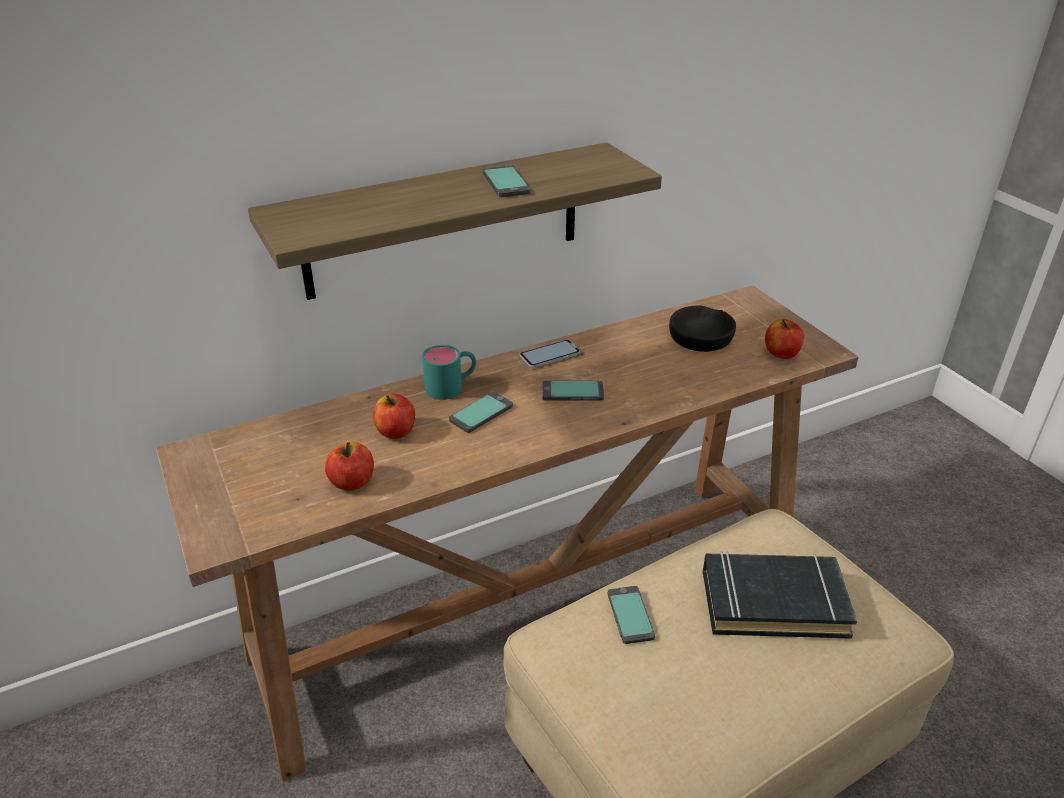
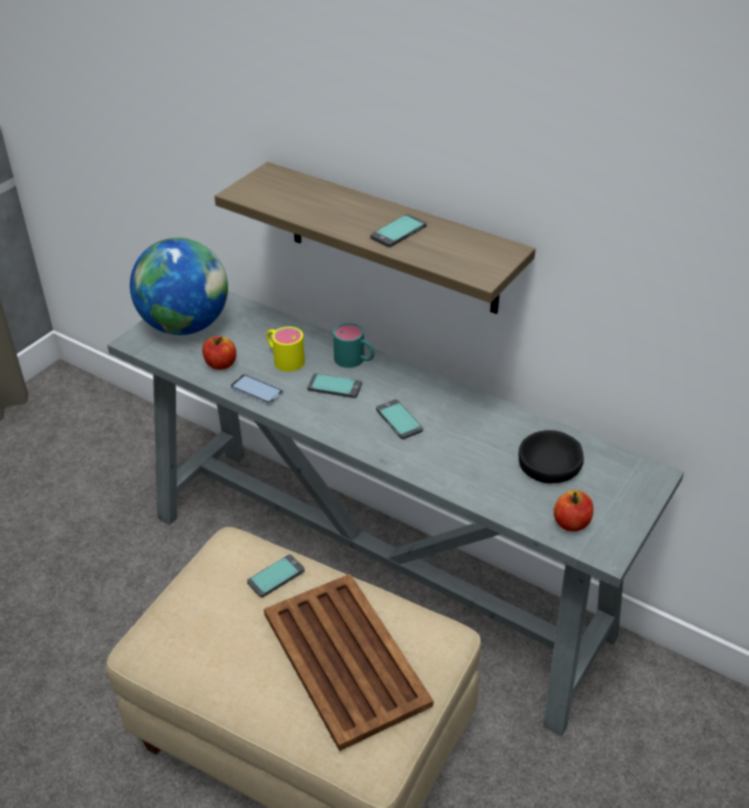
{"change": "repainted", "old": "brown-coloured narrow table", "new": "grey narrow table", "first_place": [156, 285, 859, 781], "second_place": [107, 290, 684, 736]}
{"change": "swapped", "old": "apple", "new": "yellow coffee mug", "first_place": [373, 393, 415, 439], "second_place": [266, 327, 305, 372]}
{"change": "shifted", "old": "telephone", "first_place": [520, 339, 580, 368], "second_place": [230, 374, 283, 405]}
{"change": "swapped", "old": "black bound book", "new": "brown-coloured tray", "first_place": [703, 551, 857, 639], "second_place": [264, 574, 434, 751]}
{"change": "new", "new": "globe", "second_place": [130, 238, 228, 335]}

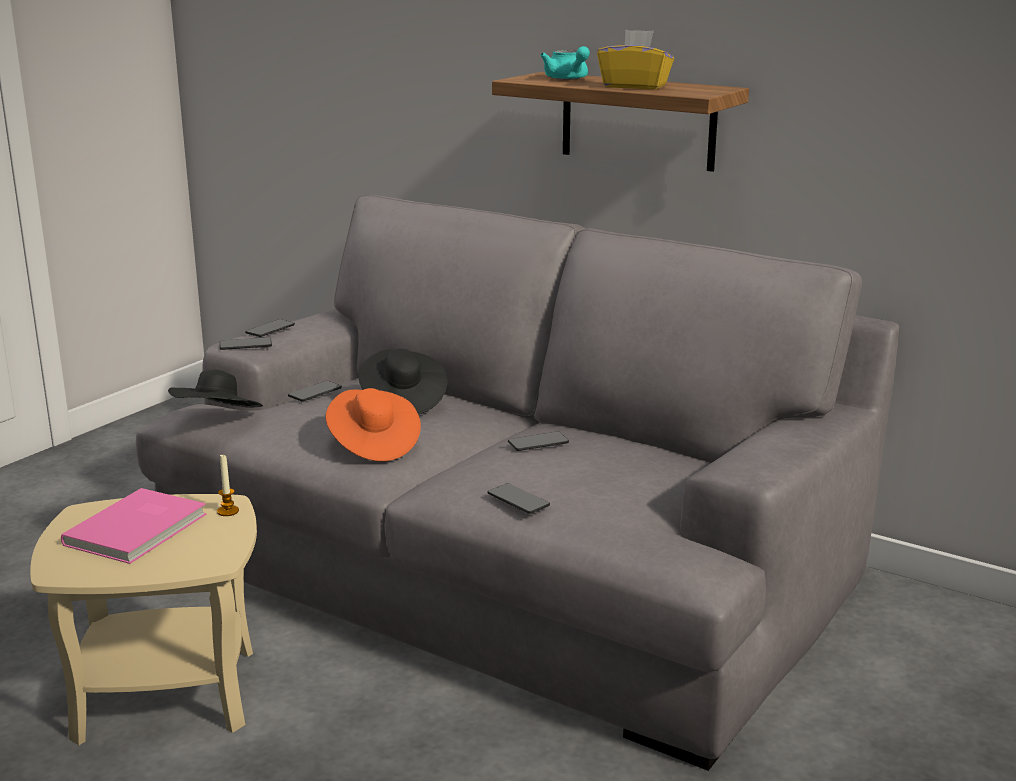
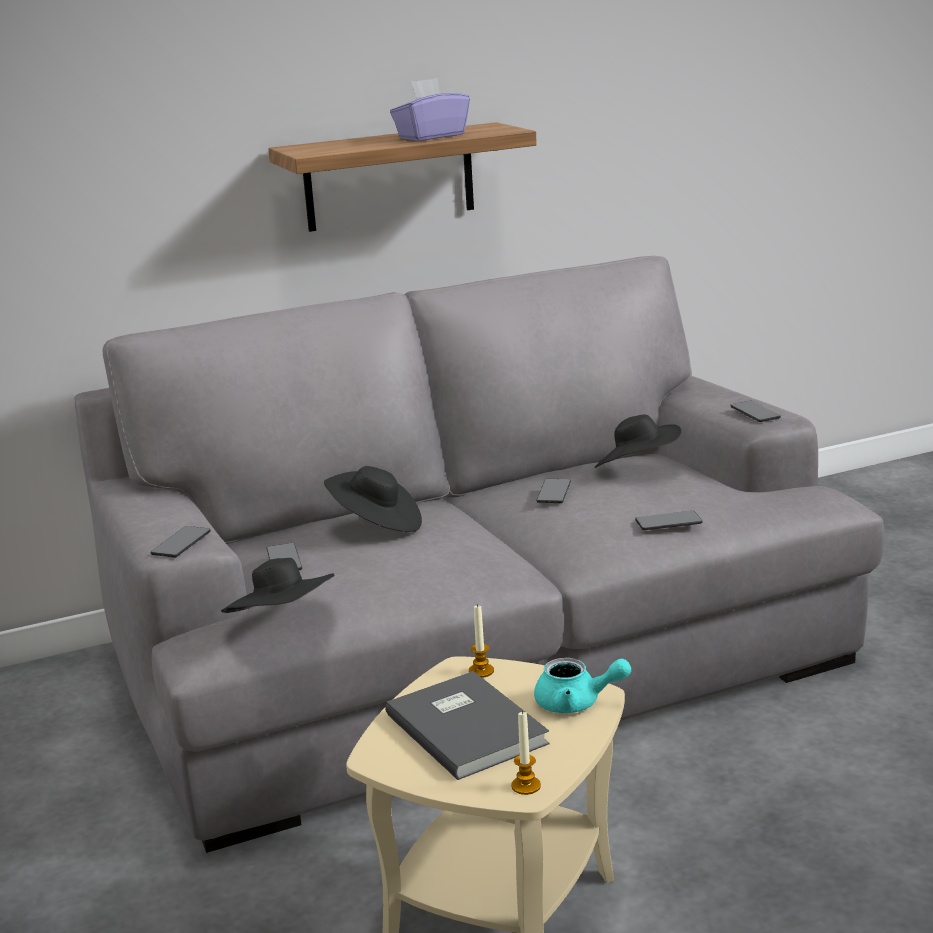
{"change": "repainted", "old": "pinkish bound book", "new": "grey bound book", "first_place": [61, 488, 207, 564], "second_place": [385, 671, 549, 780]}
{"change": "shifted", "old": "telephone", "first_place": [245, 319, 295, 337], "second_place": [730, 401, 781, 422]}
{"change": "gone", "old": "orange clothing hat", "first_place": [325, 388, 421, 462]}
{"change": "shifted", "old": "turquoise teapot", "first_place": [540, 46, 590, 80], "second_place": [534, 658, 631, 713]}
{"change": "repainted", "old": "yellow box of tissues", "new": "purple-coloured box of tissues", "first_place": [597, 30, 674, 89], "second_place": [390, 78, 470, 141]}
{"change": "new", "new": "wax light", "second_place": [511, 710, 541, 795]}
{"change": "new", "new": "black clothing hat", "second_place": [595, 415, 682, 468]}

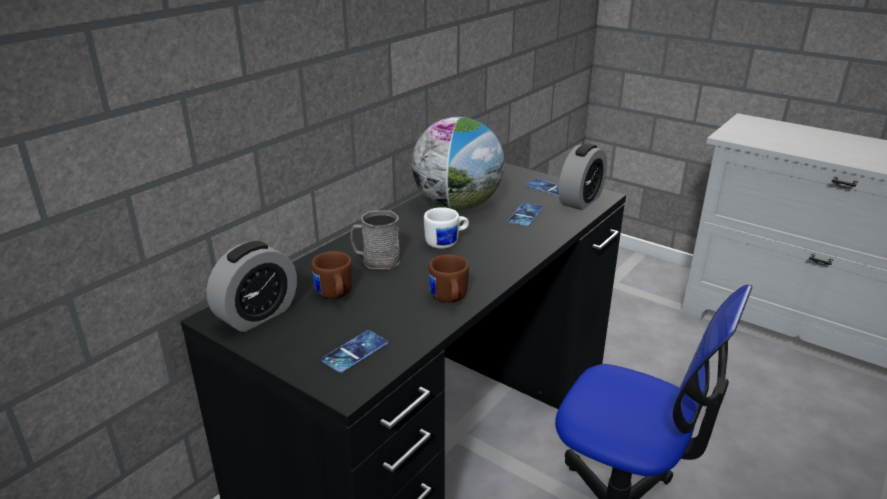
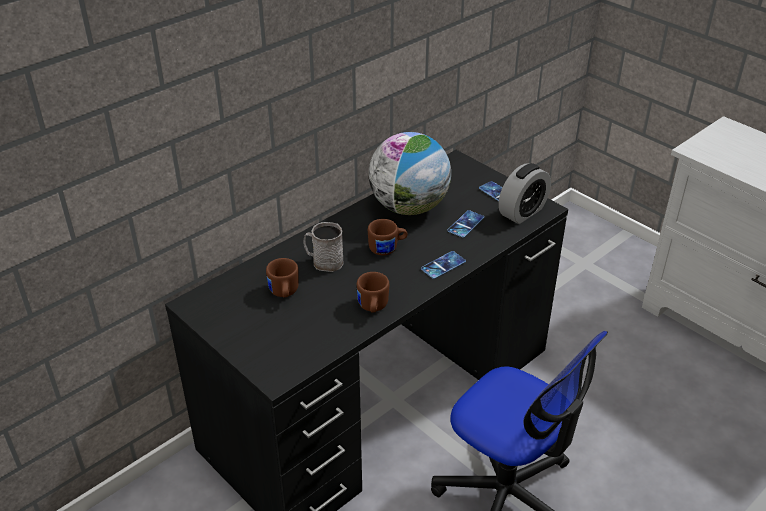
{"change": "gone", "old": "alarm clock", "first_place": [206, 241, 297, 332]}
{"change": "shifted", "old": "telephone", "first_place": [321, 330, 388, 373], "second_place": [421, 251, 466, 279]}
{"change": "repainted", "old": "white coffee mug", "new": "brown-coloured coffee mug", "first_place": [424, 207, 469, 249], "second_place": [368, 219, 408, 255]}

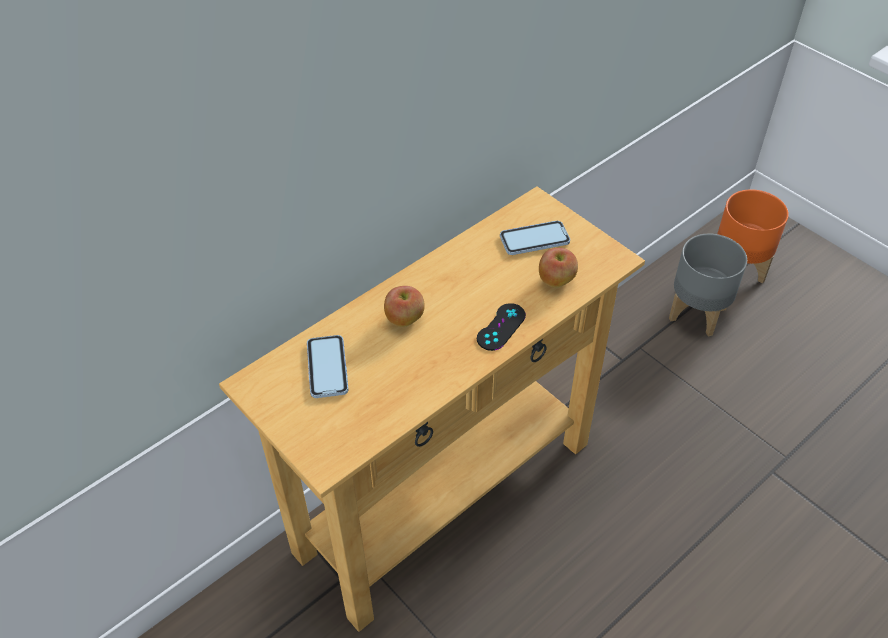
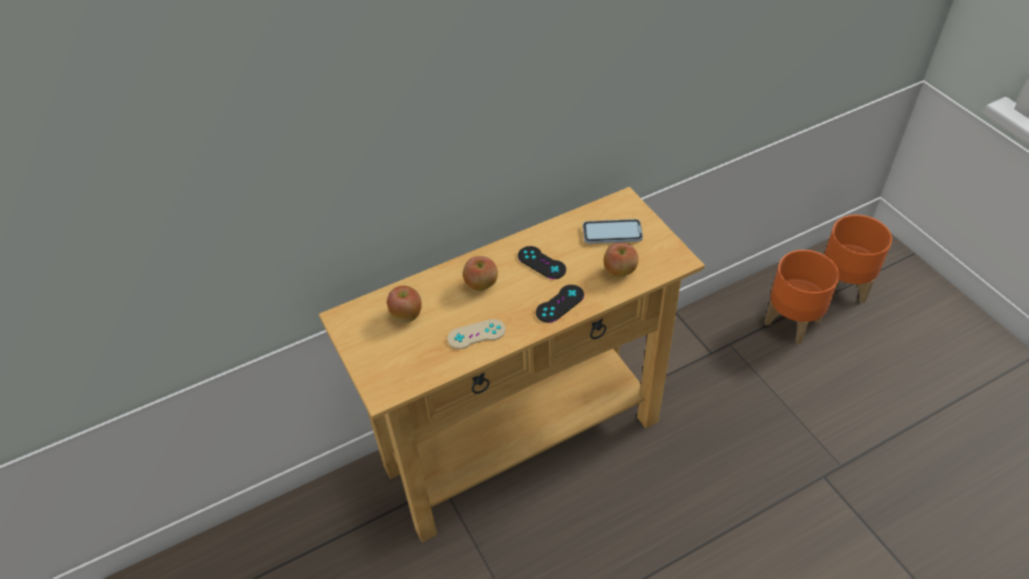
{"change": "swapped", "old": "telephone", "new": "apple", "first_place": [307, 335, 349, 398], "second_place": [387, 286, 422, 322]}
{"change": "repainted", "old": "grey plant pot", "new": "orange plant pot", "first_place": [669, 234, 747, 336], "second_place": [764, 250, 839, 344]}
{"change": "new", "new": "beige joypad", "second_place": [447, 319, 506, 349]}
{"change": "new", "new": "black joypad", "second_place": [518, 246, 566, 279]}

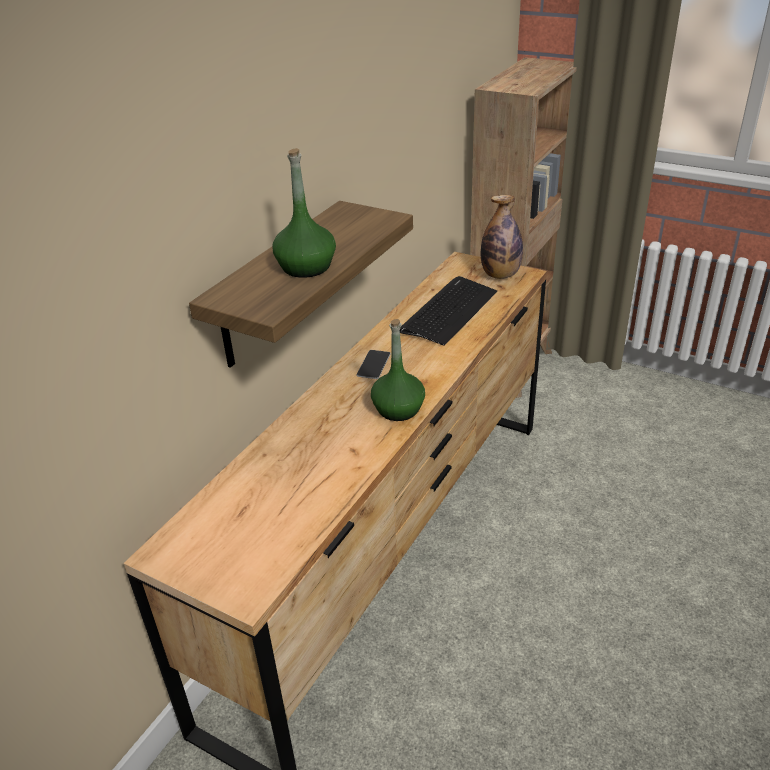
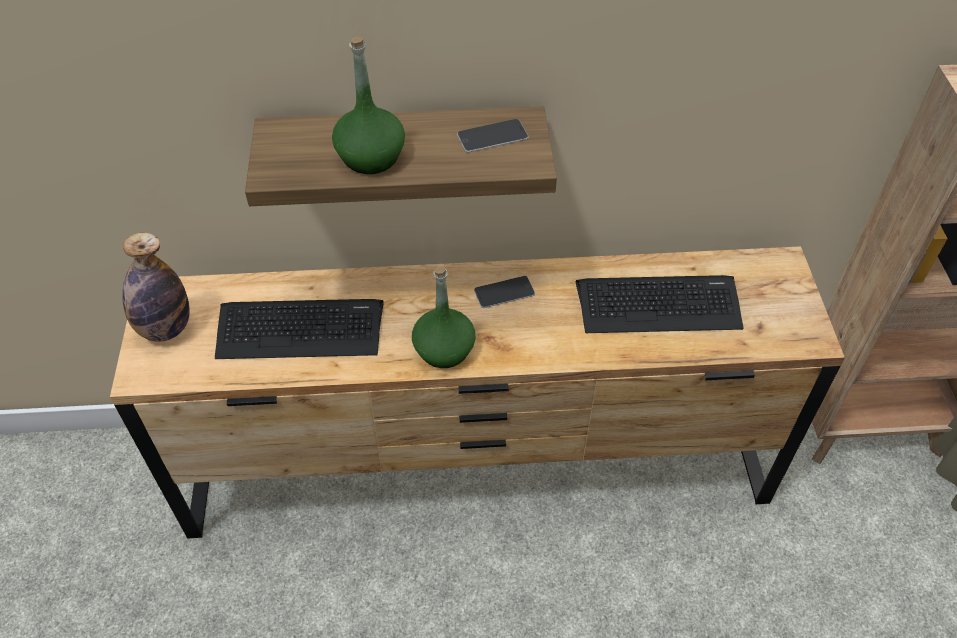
{"change": "shifted", "old": "beverage bottle", "first_place": [481, 195, 523, 279], "second_place": [122, 233, 190, 342]}
{"change": "new", "new": "PC keyboard", "second_place": [215, 299, 384, 359]}
{"change": "new", "new": "telephone", "second_place": [457, 119, 529, 152]}

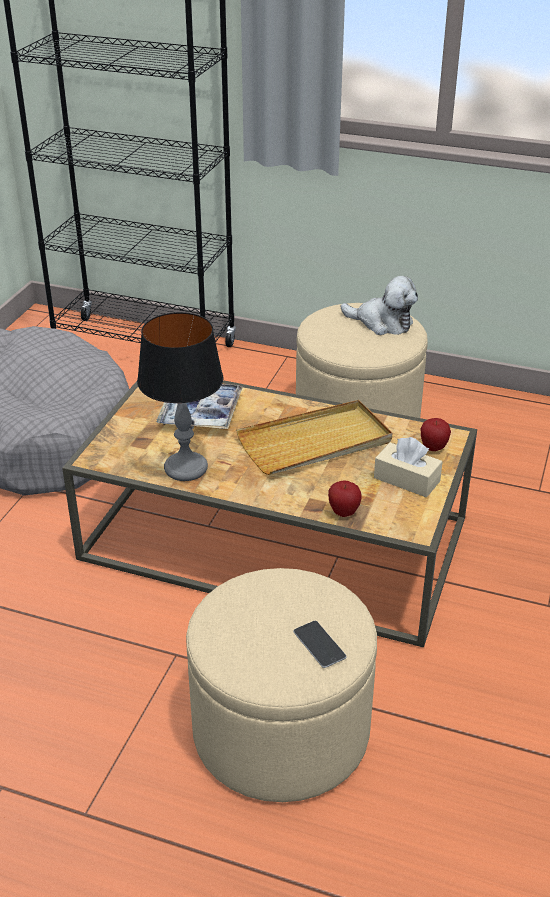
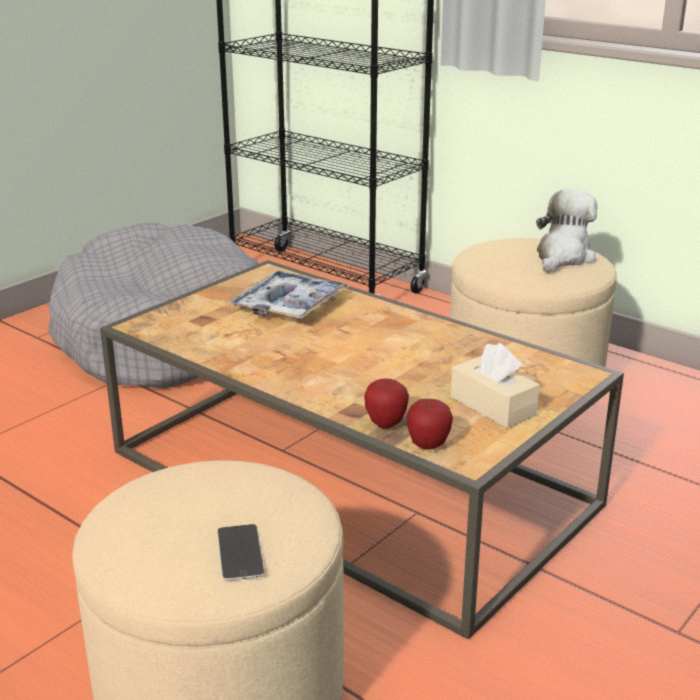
{"change": "gone", "old": "tabletop lamp", "first_place": [137, 312, 223, 481]}
{"change": "gone", "old": "beige tray", "first_place": [236, 400, 392, 475]}
{"change": "rotated", "old": "plush toy", "first_place": [341, 276, 418, 335], "second_place": [536, 189, 597, 273], "degrees": -105}
{"change": "shifted", "old": "apple", "first_place": [421, 418, 451, 451], "second_place": [406, 399, 453, 450]}

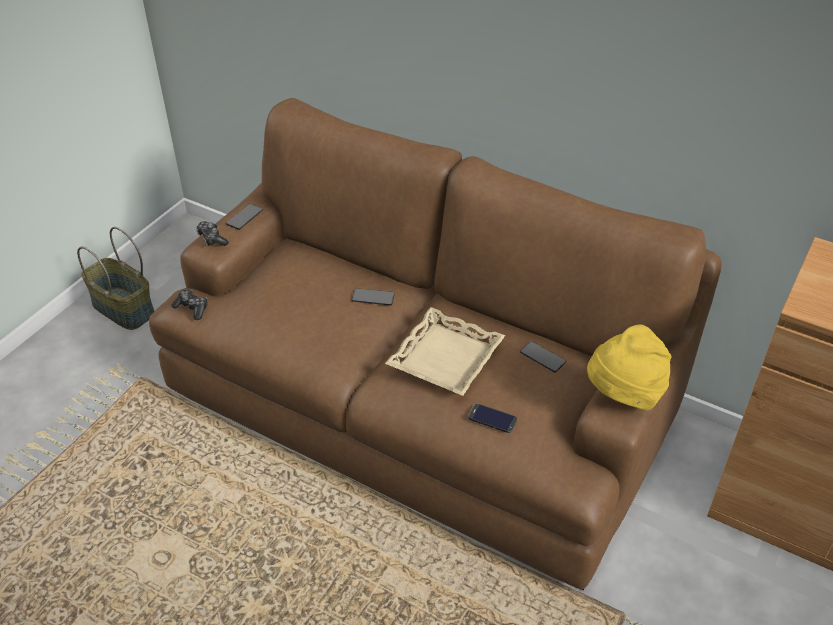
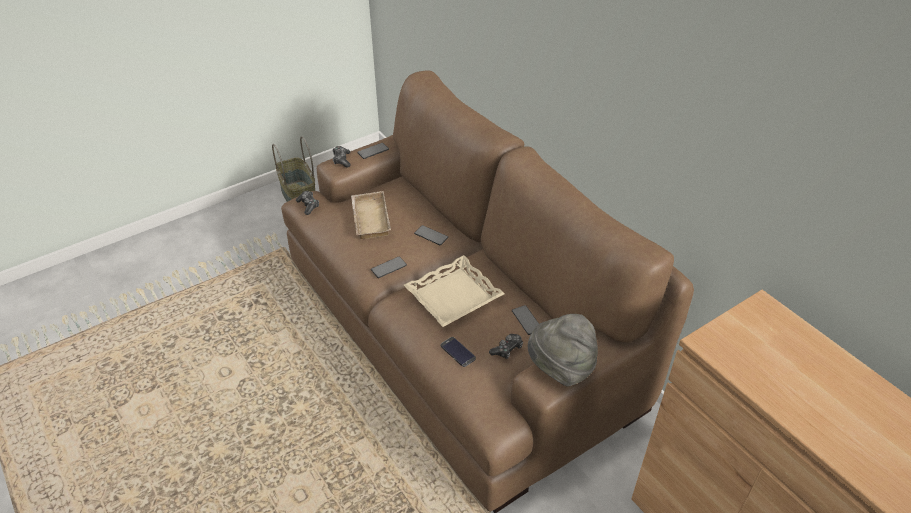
{"change": "repainted", "old": "yellow clothing hat", "new": "grey clothing hat", "first_place": [587, 324, 672, 411], "second_place": [528, 314, 598, 387]}
{"change": "new", "new": "beige tray", "second_place": [351, 191, 391, 239]}
{"change": "new", "new": "telephone", "second_place": [371, 256, 407, 278]}
{"change": "new", "new": "joypad", "second_place": [489, 334, 523, 359]}

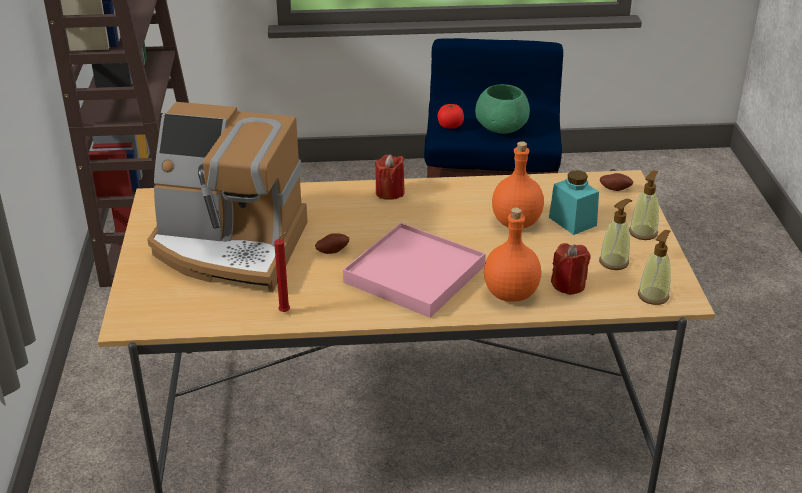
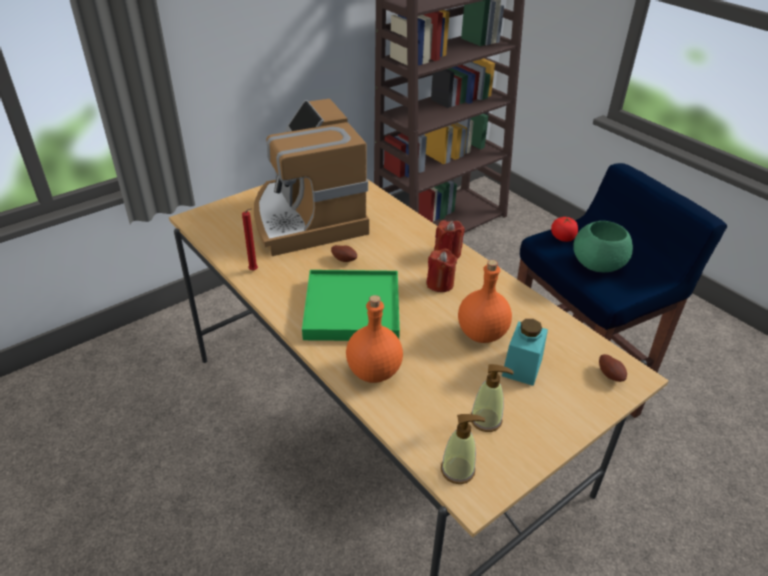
{"change": "repainted", "old": "pinkish tray", "new": "greenish tray", "first_place": [343, 223, 485, 318], "second_place": [302, 270, 400, 341]}
{"change": "shifted", "old": "red wax light", "first_place": [551, 243, 591, 295], "second_place": [426, 248, 457, 292]}
{"change": "gone", "old": "soap bottle", "first_place": [629, 170, 659, 240]}

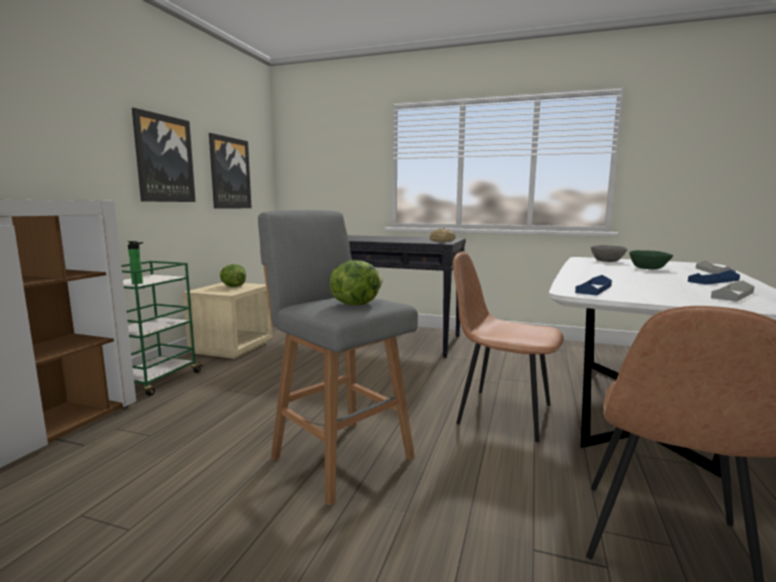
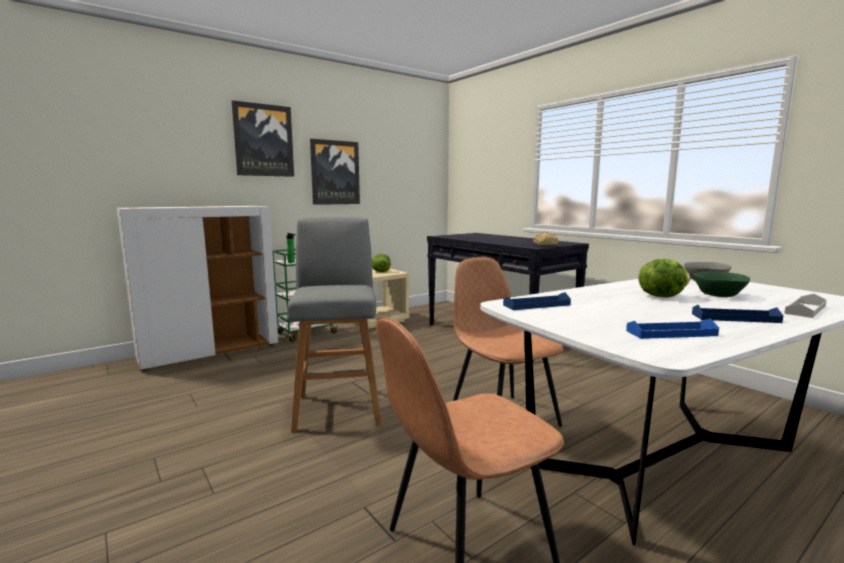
{"change": "shifted", "old": "picture", "first_place": [209, 133, 252, 209], "second_place": [232, 100, 294, 177]}
{"change": "shifted", "old": "head of lettuce", "first_place": [329, 260, 383, 305], "second_place": [638, 259, 691, 297]}
{"change": "repainted", "old": "grey tray", "new": "blue tray", "first_place": [711, 280, 754, 302], "second_place": [626, 319, 719, 339]}

